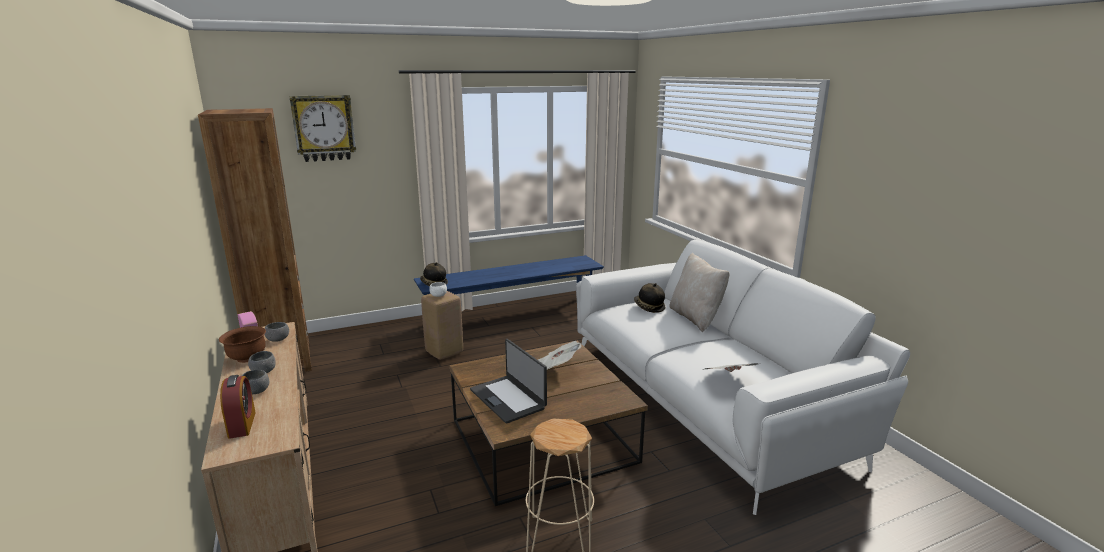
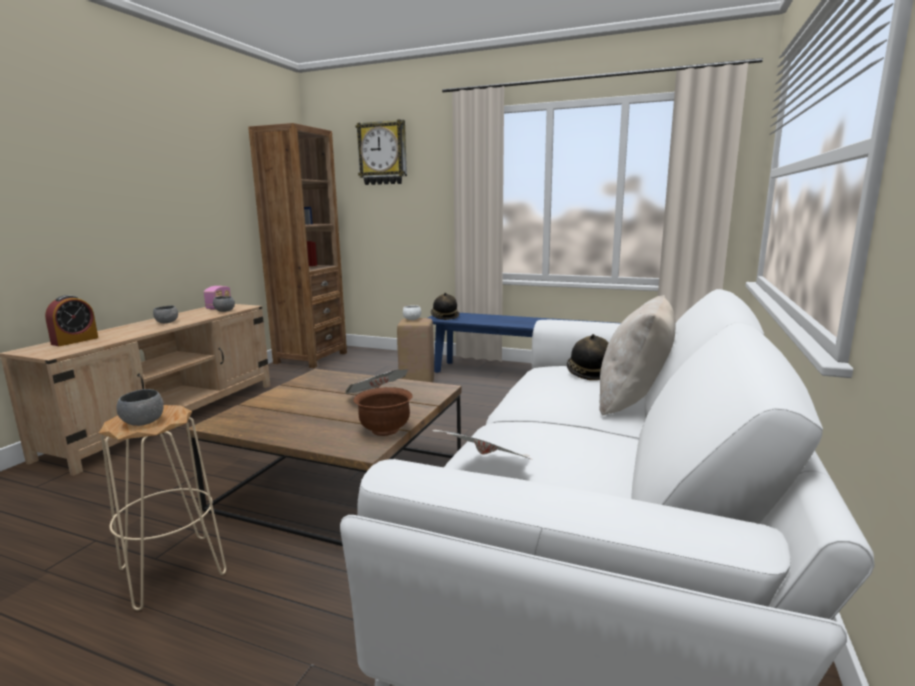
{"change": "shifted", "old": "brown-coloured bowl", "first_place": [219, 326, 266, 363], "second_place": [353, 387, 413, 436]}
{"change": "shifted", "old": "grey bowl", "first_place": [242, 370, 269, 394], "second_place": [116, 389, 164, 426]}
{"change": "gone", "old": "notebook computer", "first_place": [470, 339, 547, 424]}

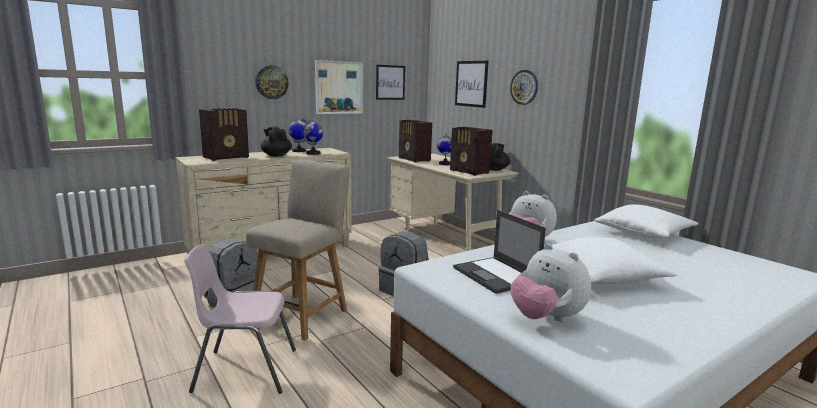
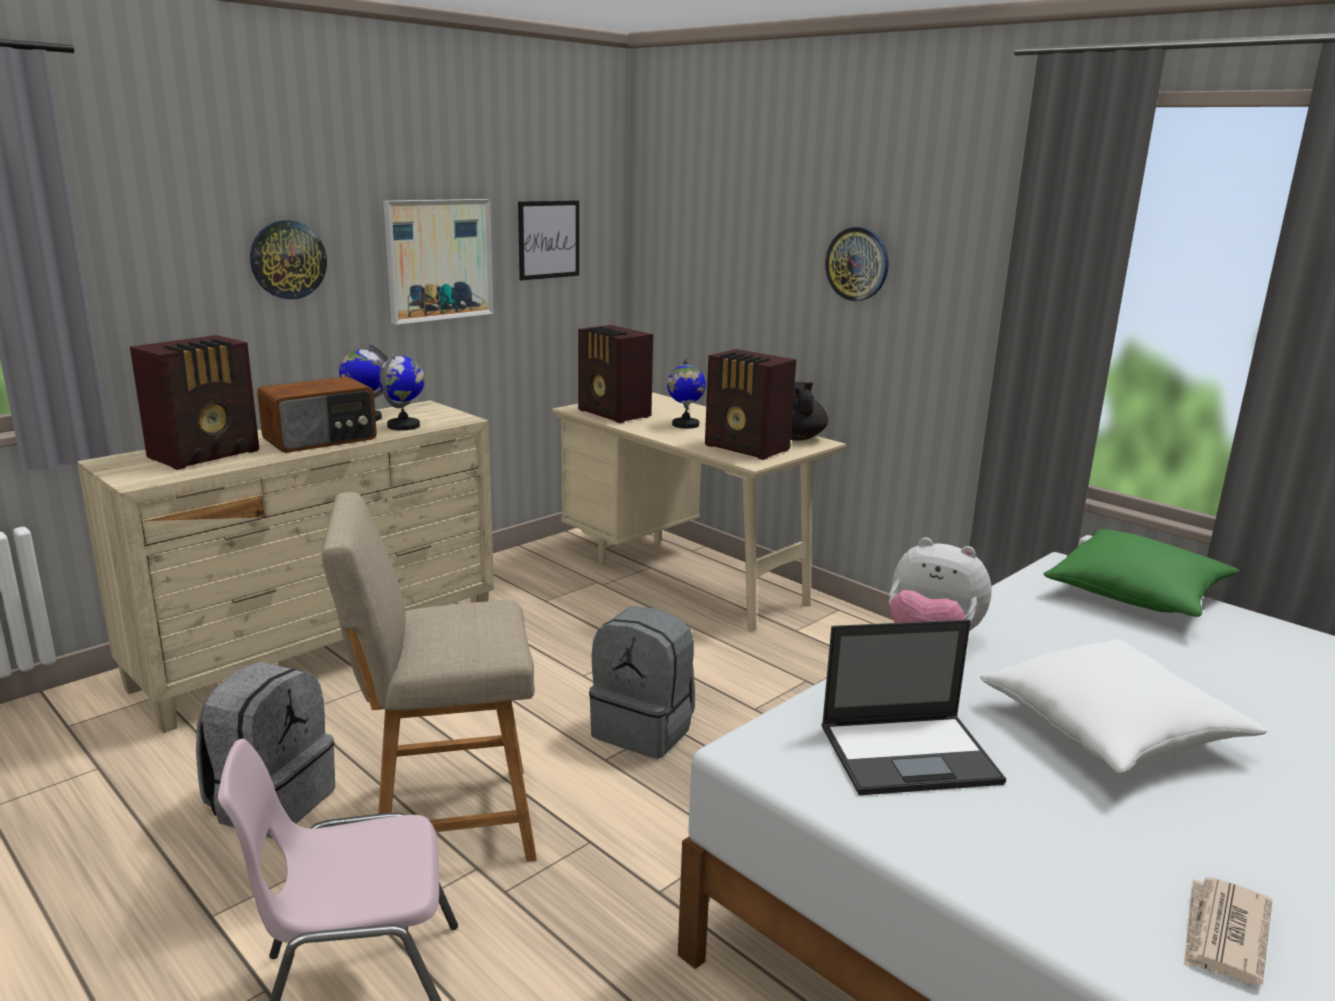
{"change": "rotated", "old": "beige chair", "first_place": [246, 160, 350, 341], "second_place": [322, 492, 537, 862], "degrees": -120}
{"change": "swapped", "old": "black teapot", "new": "radio receiver", "first_place": [260, 126, 292, 157], "second_place": [257, 377, 377, 453]}
{"change": "rotated", "old": "notebook computer", "first_place": [453, 210, 546, 294], "second_place": [821, 620, 1006, 795], "degrees": -60}
{"change": "gone", "old": "picture", "first_place": [455, 61, 489, 108]}
{"change": "gone", "old": "plush toy", "first_place": [511, 244, 591, 322]}
{"change": "repainted", "old": "white pillow", "new": "greenish pillow", "first_place": [594, 204, 699, 239], "second_place": [1044, 529, 1239, 617]}
{"change": "new", "new": "daily paper", "second_place": [1184, 877, 1272, 985]}

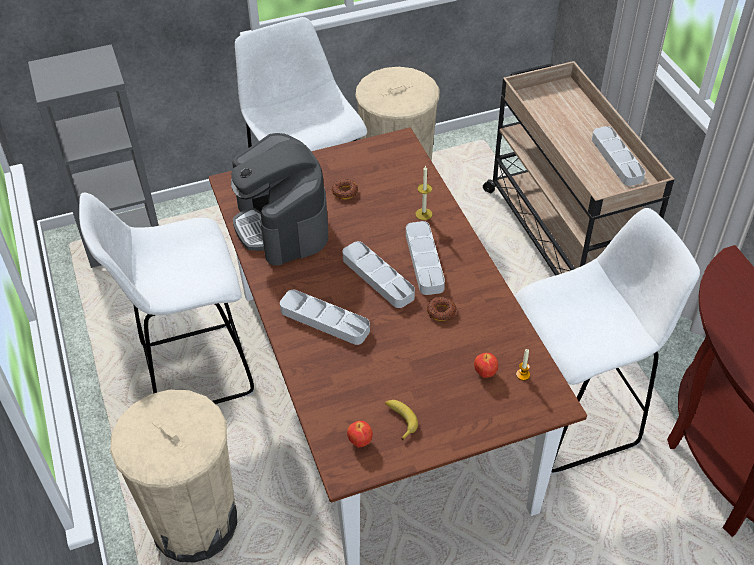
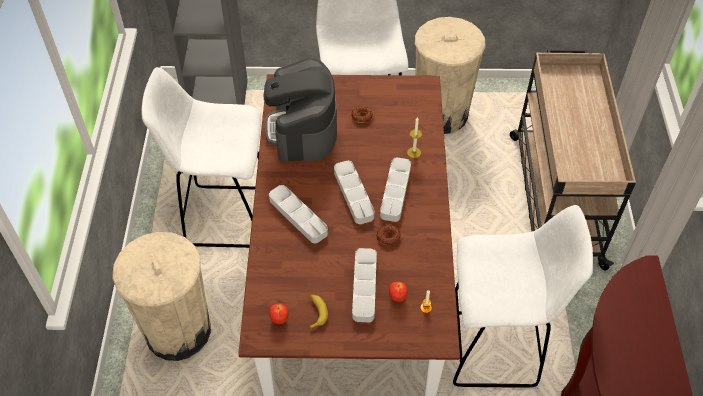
{"change": "shifted", "old": "grey tray", "first_place": [592, 126, 646, 186], "second_place": [352, 248, 377, 322]}

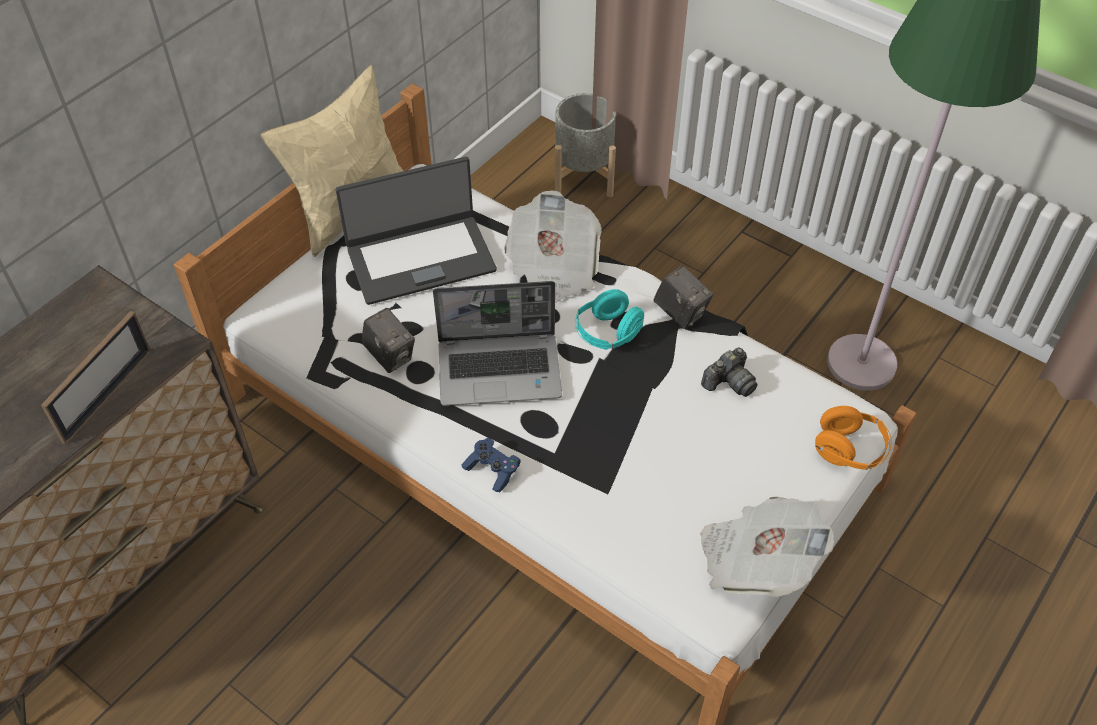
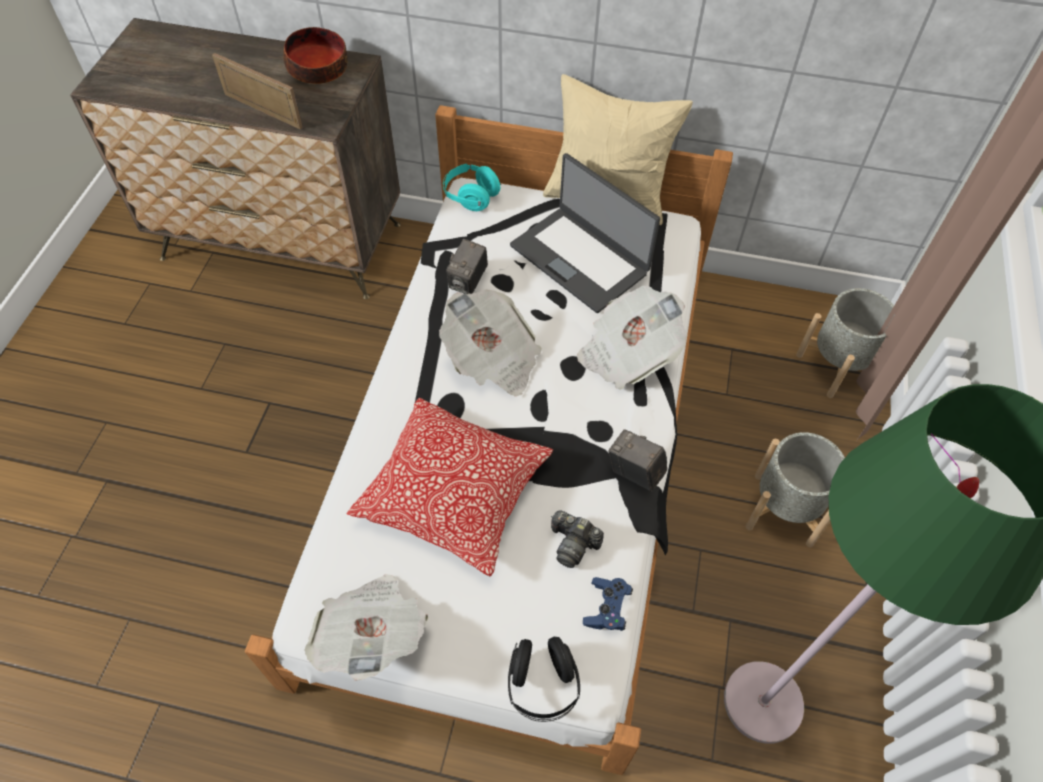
{"change": "rotated", "old": "picture frame", "first_place": [41, 311, 151, 444], "second_place": [212, 53, 303, 129], "degrees": -150}
{"change": "swapped", "old": "notebook computer", "new": "daily paper", "first_place": [433, 281, 562, 406], "second_place": [439, 289, 542, 396]}
{"change": "shifted", "old": "blue joypad", "first_place": [462, 438, 520, 493], "second_place": [583, 577, 633, 631]}
{"change": "shifted", "old": "turquoise pair of headphones", "first_place": [575, 289, 644, 350], "second_place": [443, 164, 502, 211]}
{"change": "rotated", "old": "photo camera", "first_place": [654, 265, 713, 329], "second_place": [609, 430, 667, 492], "degrees": 105}
{"change": "repainted", "old": "orange pair of headphones", "new": "black pair of headphones", "first_place": [815, 406, 892, 470], "second_place": [508, 637, 580, 722]}
{"change": "new", "new": "bowl", "second_place": [283, 27, 348, 84]}
{"change": "new", "new": "pillow", "second_place": [347, 398, 553, 577]}
{"change": "new", "new": "grey plant pot", "second_place": [746, 432, 845, 547]}

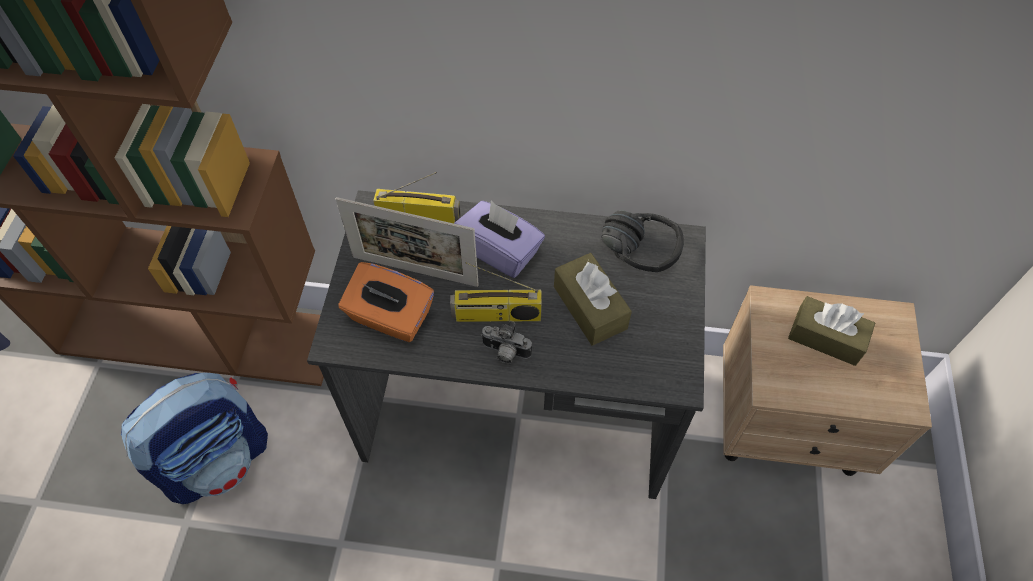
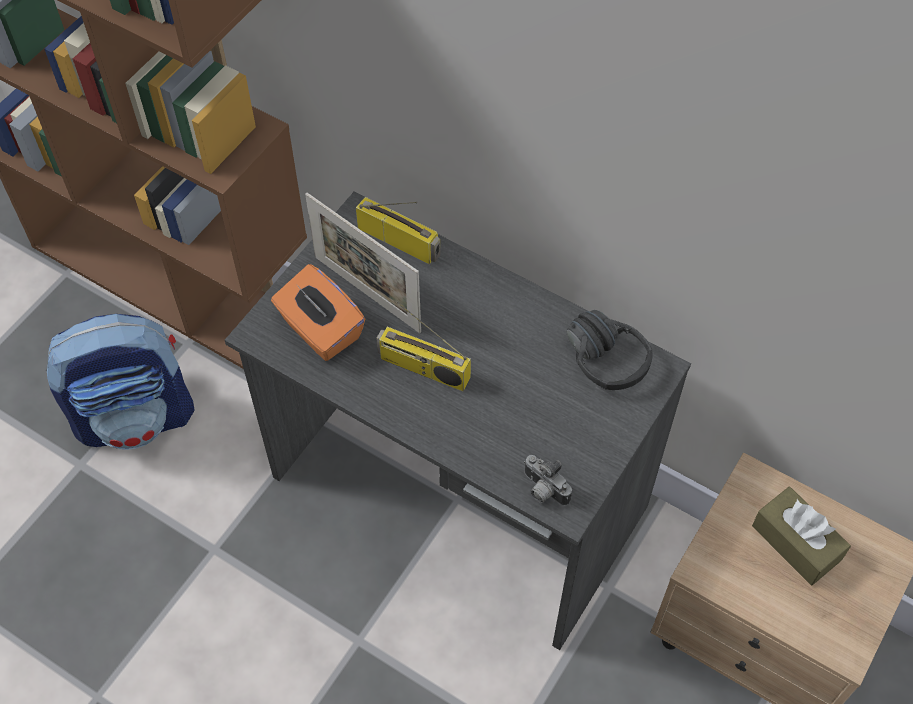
{"change": "gone", "old": "purple-coloured box of tissues", "first_place": [454, 201, 545, 278]}
{"change": "shifted", "old": "photo camera", "first_place": [481, 321, 532, 364], "second_place": [524, 455, 572, 506]}
{"change": "gone", "old": "brown-coloured box of tissues", "first_place": [554, 253, 632, 346]}

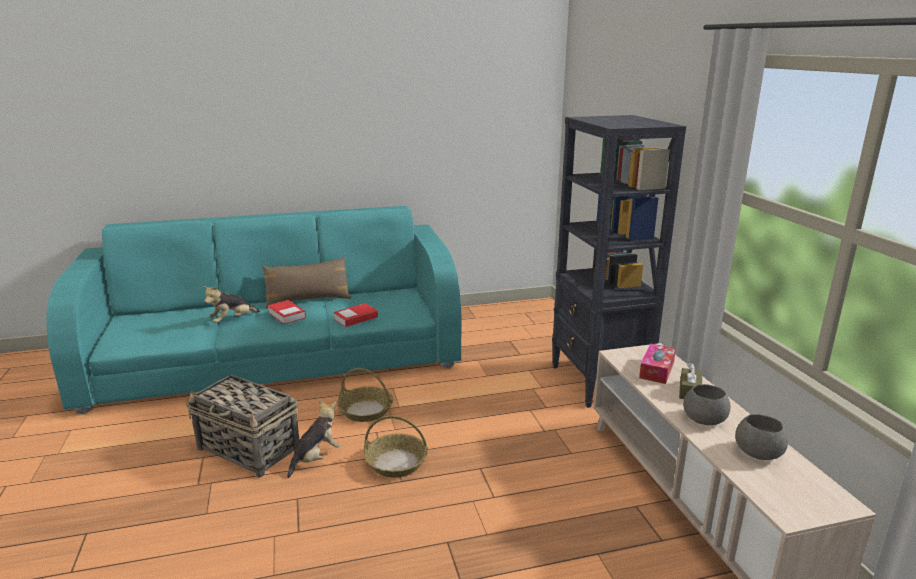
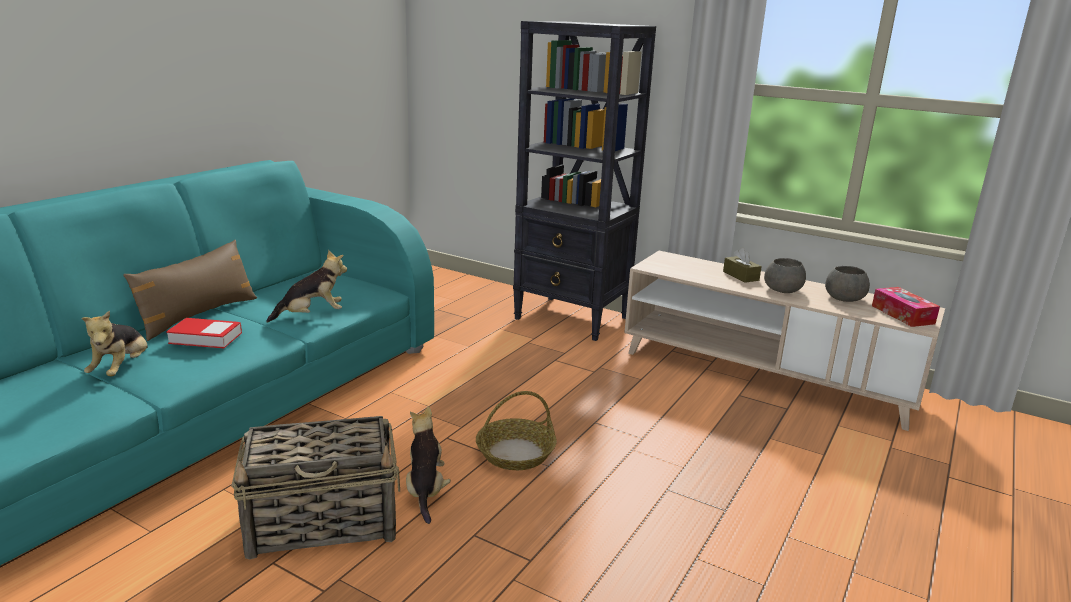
{"change": "swapped", "old": "bound book", "new": "plush toy", "first_place": [334, 303, 378, 327], "second_place": [266, 250, 347, 323]}
{"change": "gone", "old": "storage basket", "first_place": [337, 368, 393, 422]}
{"change": "shifted", "old": "box of tissues", "first_place": [639, 343, 676, 384], "second_place": [872, 287, 940, 327]}

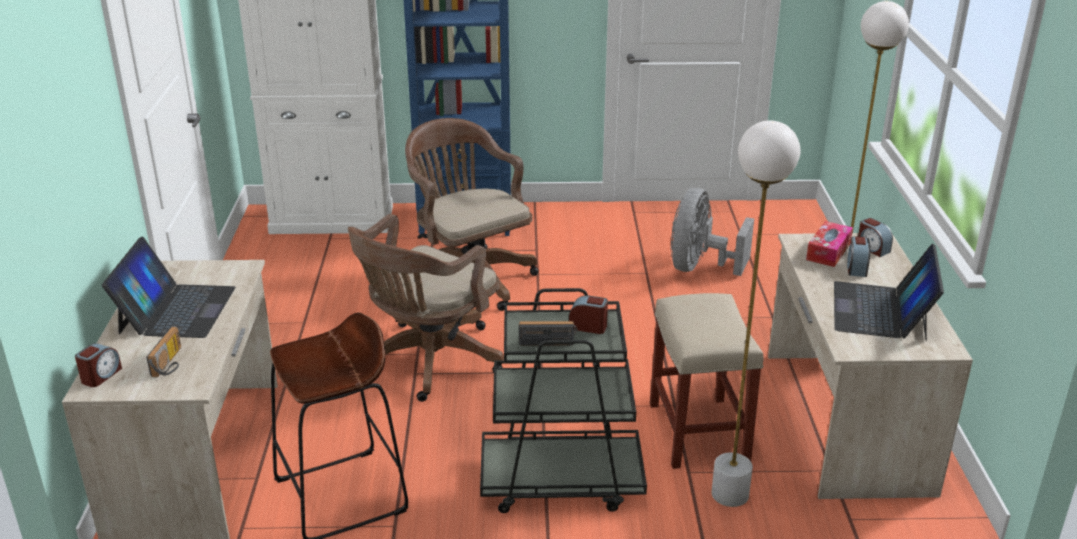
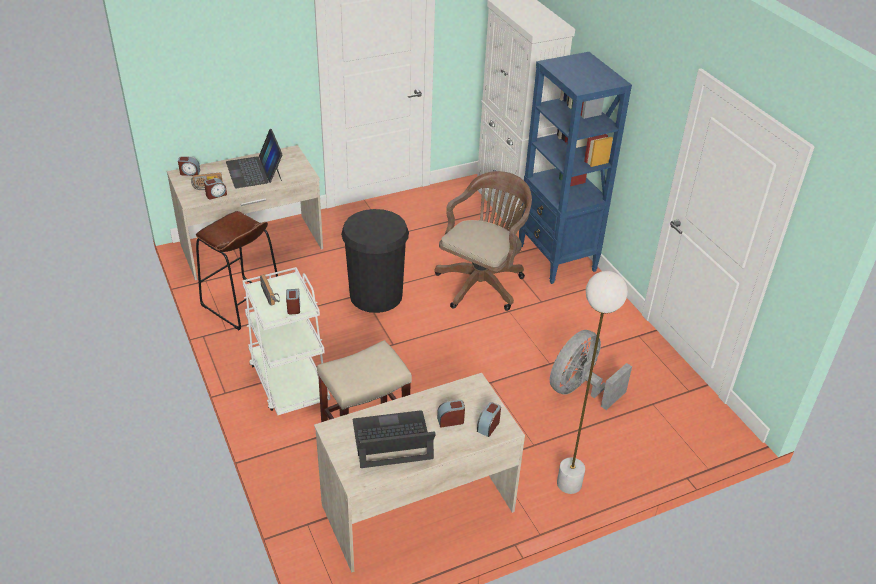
{"change": "rotated", "old": "notebook computer", "first_place": [102, 237, 236, 338], "second_place": [226, 129, 283, 188], "degrees": 90}
{"change": "swapped", "old": "brown-coloured desk chair", "new": "black waste bin", "first_place": [348, 214, 504, 402], "second_place": [341, 209, 409, 313]}
{"change": "repainted", "old": "black wheeled cart", "new": "white wheeled cart", "first_place": [480, 288, 647, 513], "second_place": [242, 267, 330, 415]}
{"change": "rotated", "old": "grey cooling fan", "first_place": [671, 188, 754, 276], "second_place": [550, 330, 632, 410], "degrees": -45}
{"change": "gone", "old": "white standard lamp", "first_place": [711, 121, 801, 507]}
{"change": "gone", "old": "box of tissues", "first_place": [806, 221, 853, 267]}
{"change": "new", "new": "alarm clock", "second_place": [204, 178, 227, 199]}

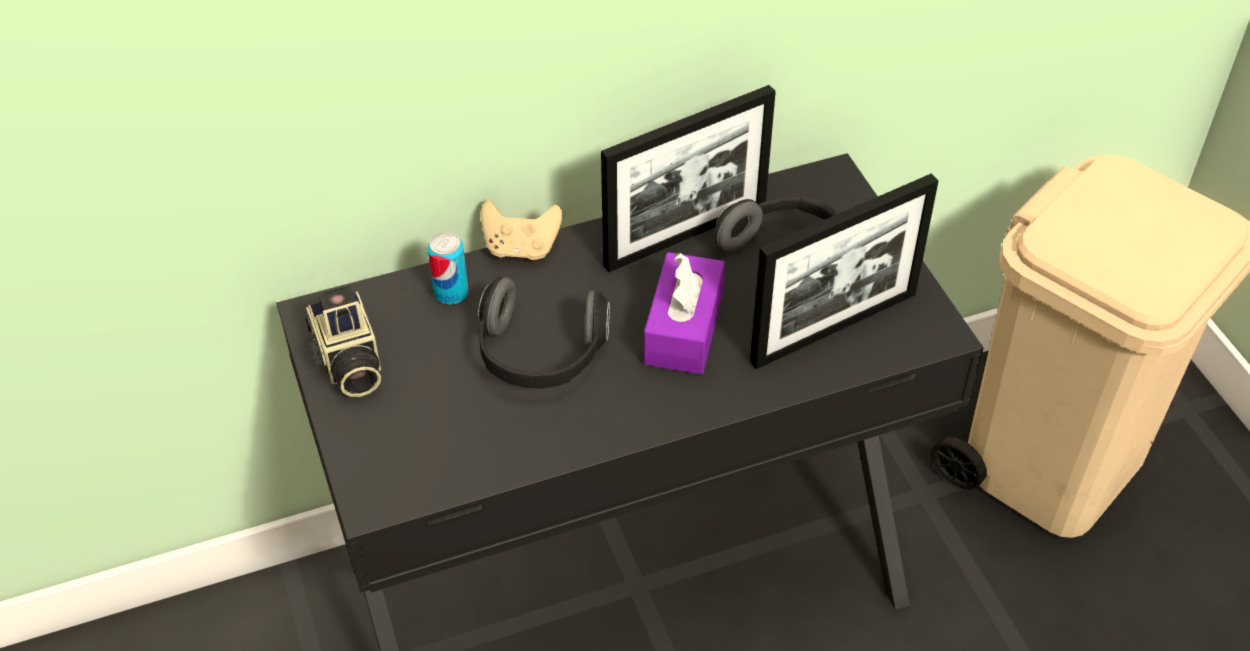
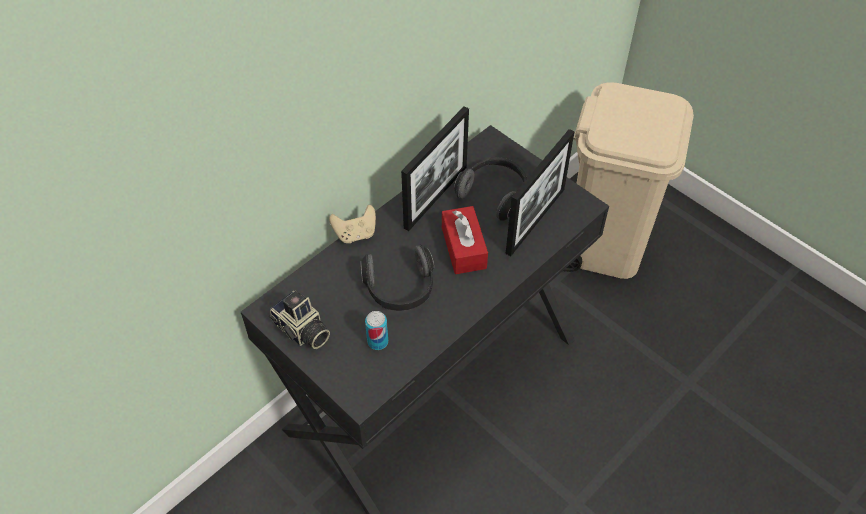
{"change": "shifted", "old": "can", "first_place": [427, 232, 469, 305], "second_place": [365, 311, 388, 350]}
{"change": "repainted", "old": "purple-coloured box of tissues", "new": "red box of tissues", "first_place": [644, 252, 725, 374], "second_place": [442, 206, 488, 274]}

